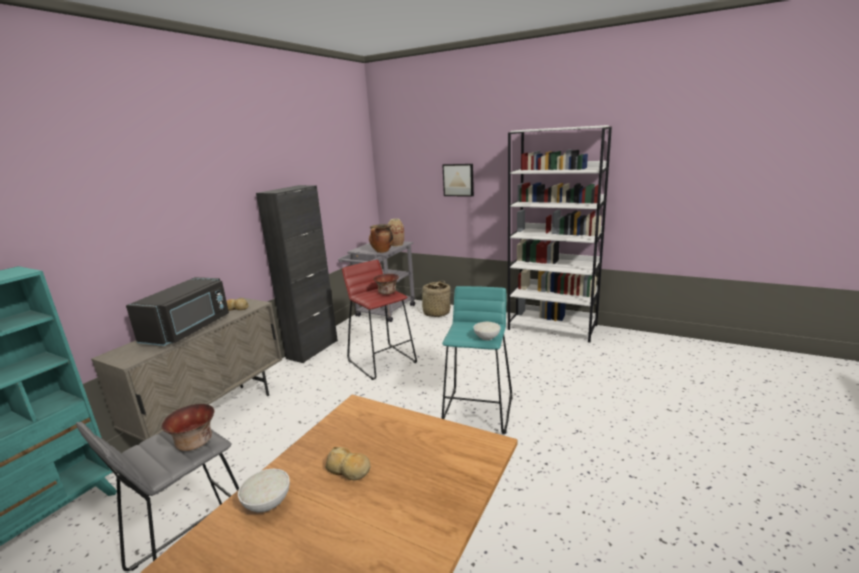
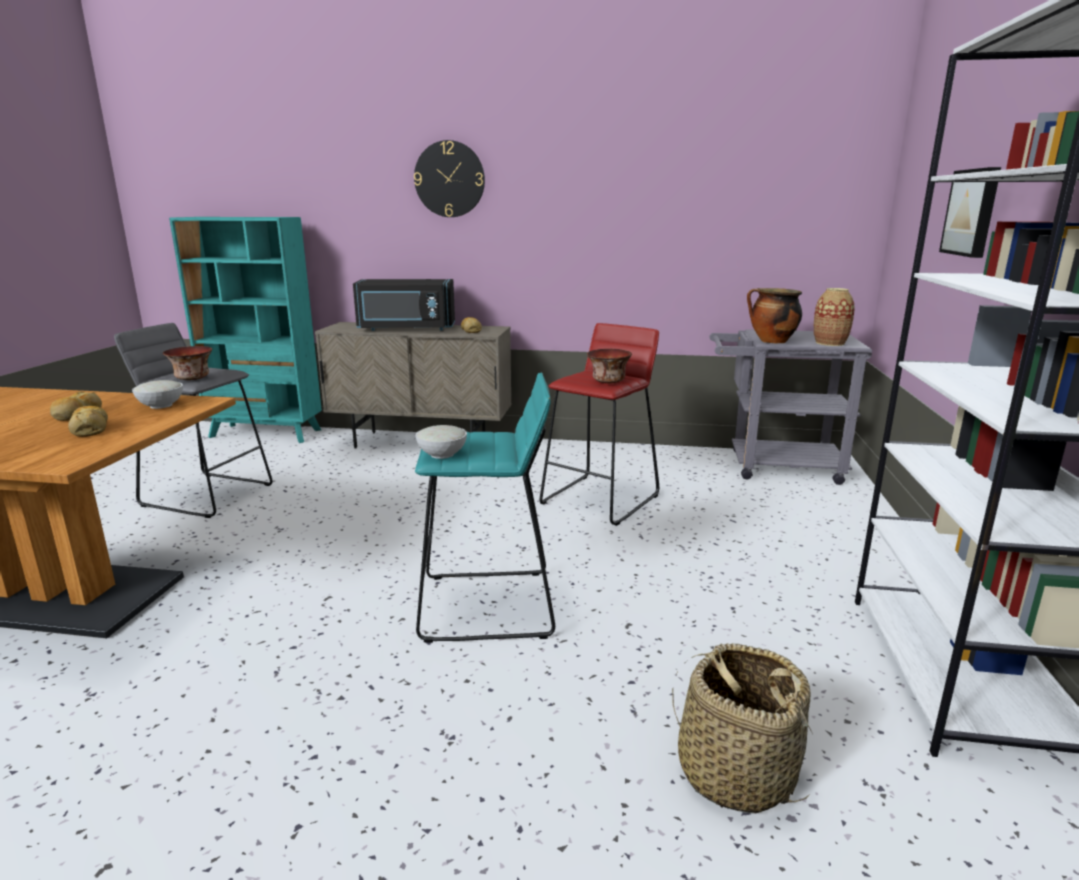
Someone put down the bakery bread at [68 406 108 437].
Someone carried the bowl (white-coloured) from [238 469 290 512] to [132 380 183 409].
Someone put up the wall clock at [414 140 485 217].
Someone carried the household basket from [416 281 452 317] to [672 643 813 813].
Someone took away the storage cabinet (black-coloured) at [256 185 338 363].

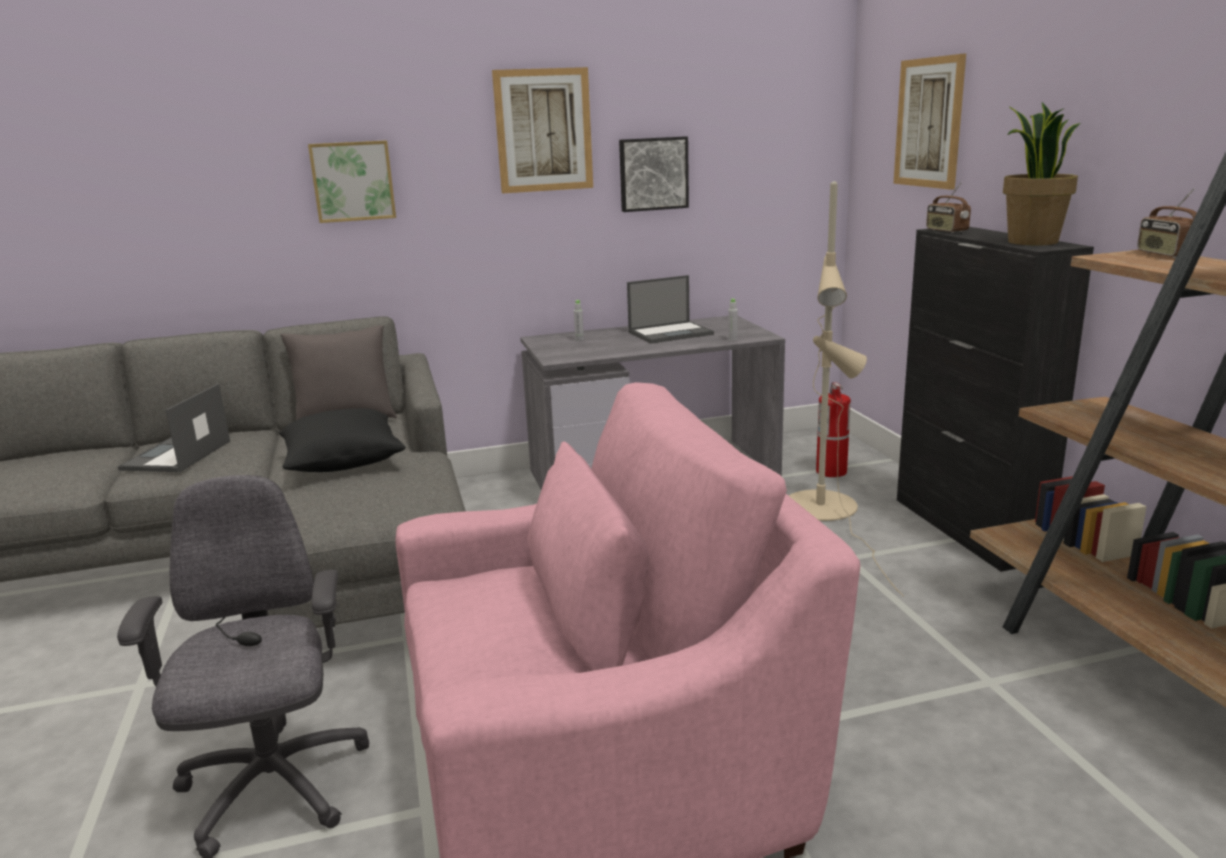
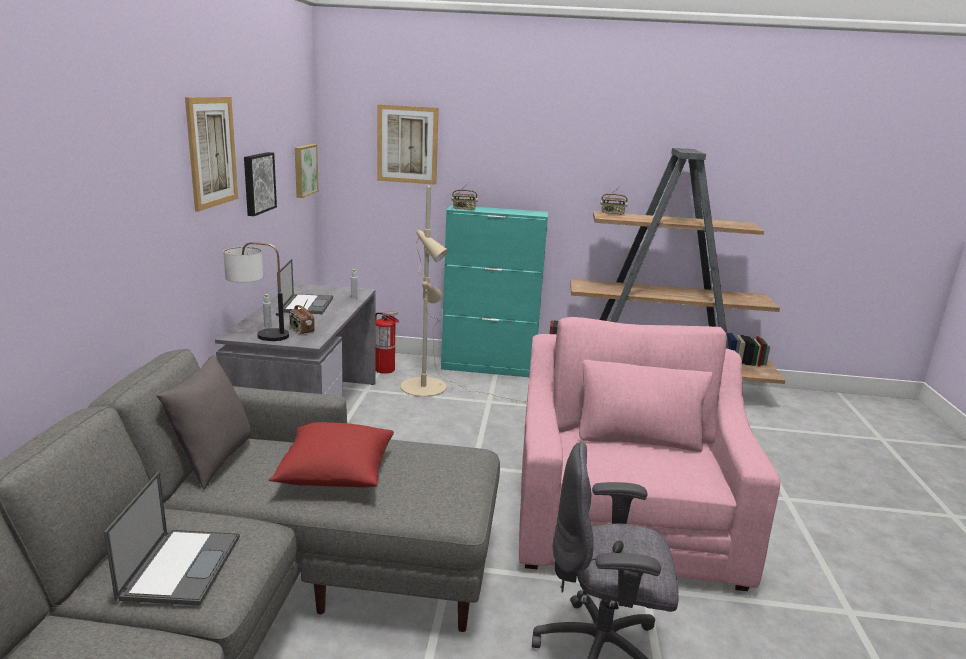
Someone rotated the portable computer at [118 384 230 472] by 120 degrees counterclockwise.
Someone put down the table lamp at [223 242 289 341].
Someone repainted the throw pillow (black-coloured) at [279 408 405 472], which became the throw pillow (red) at [269 422 394 487].
Someone put down the radio set at [289 299 315 334].
Someone carried the picture from [308 140 396 223] to [295 144 319 198].
Someone repainted the storage cabinet (black-coloured) at [897 227 1094 572], which became the storage cabinet (blue-green) at [441 205 548 377].
Someone took away the potted plant at [1003 102 1081 245].

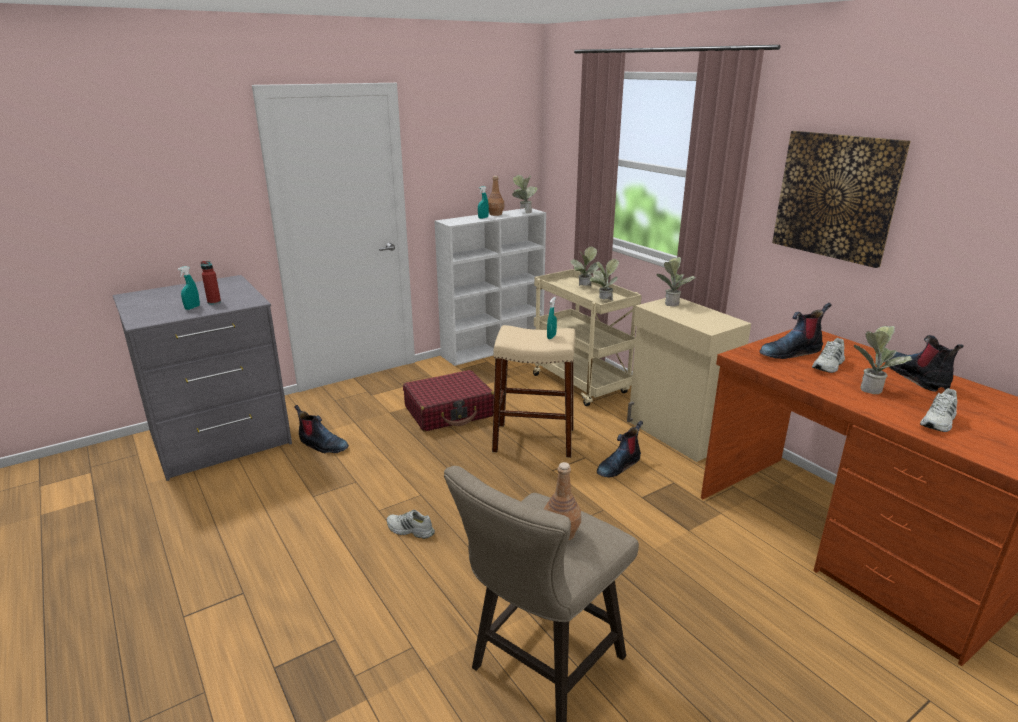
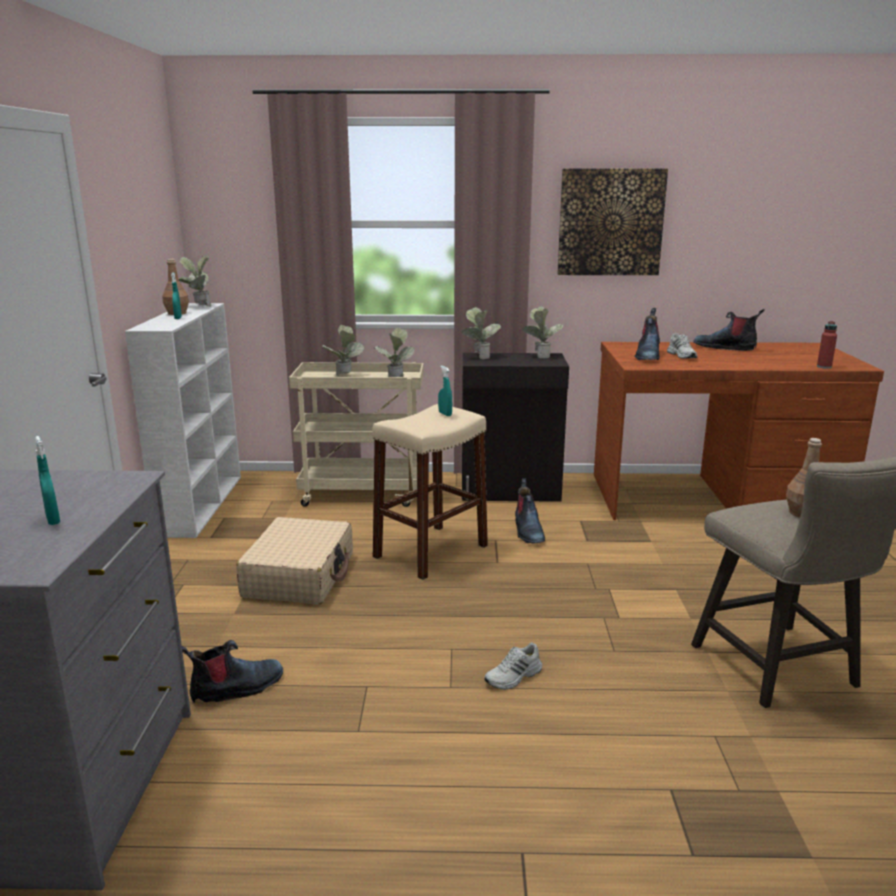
Someone repainted the travel case (red) at [403 370 494 431], which became the travel case (sand-coloured) at [236 517 353 605].
Someone repainted the storage cabinet (sand-coloured) at [627 298 751 462], which became the storage cabinet (black-coloured) at [462 353 569 502].
Someone carried the potted plant from [854 326 913 394] to [522 306 563 359].
Someone carried the beverage bottle (red) from [201 261 221 305] to [817 321 837 369].
Someone took away the low shoe (white-coloured) at [920 388 957 432].

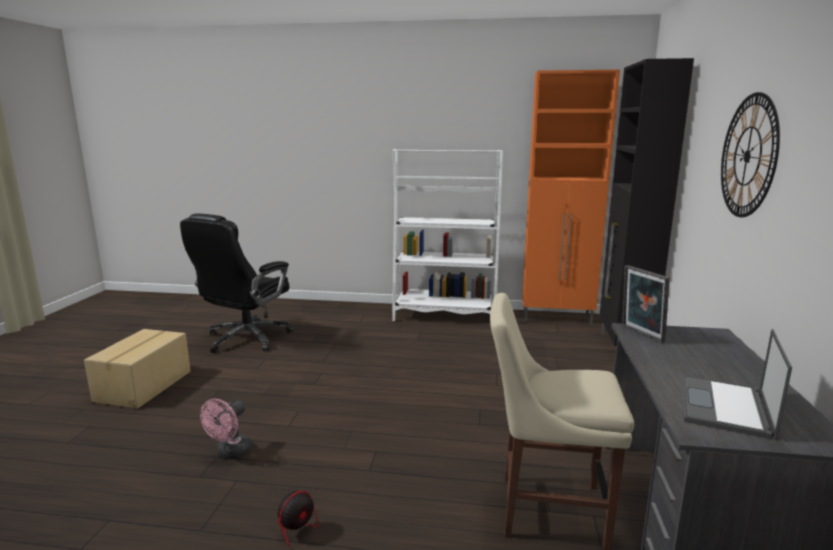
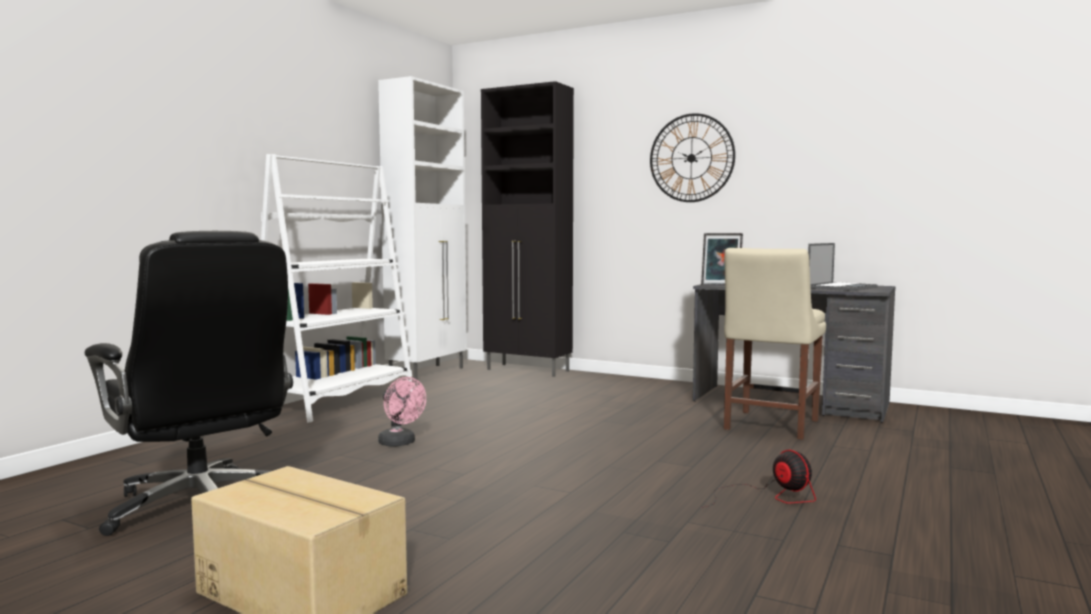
Someone repainted the storage cabinet (orange) at [522 70 620 325], which became the storage cabinet (white-coloured) at [378 76 467 382].
Someone carried the electric fan (pinkish) from [200 399 253 459] to [378 377 426 447].
Someone rotated the portable computer at [682 329 792 440] by 90 degrees counterclockwise.

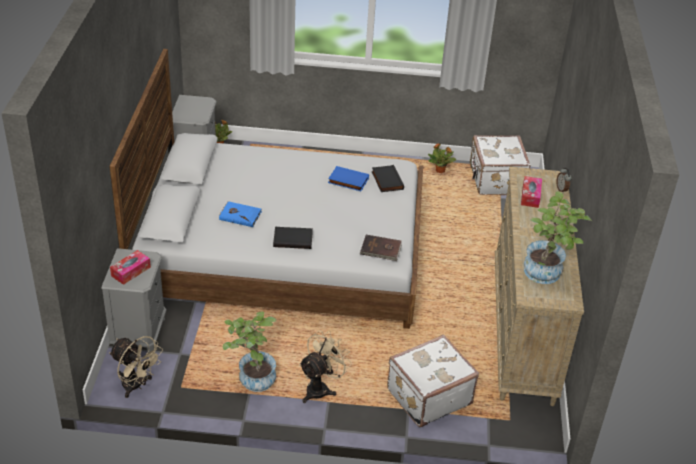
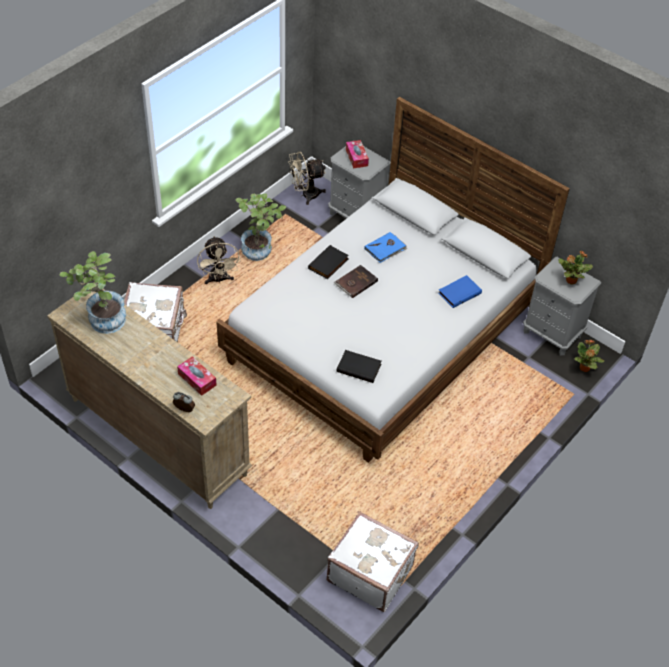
Someone carried the bound book (brownish) from [360 235 402 261] to [334 265 378 298].
Someone carried the bound book (bluish) from [328 166 369 191] to [438 275 482 308].
Someone carried the potted plant from [428 144 456 173] to [559 251 593 285].

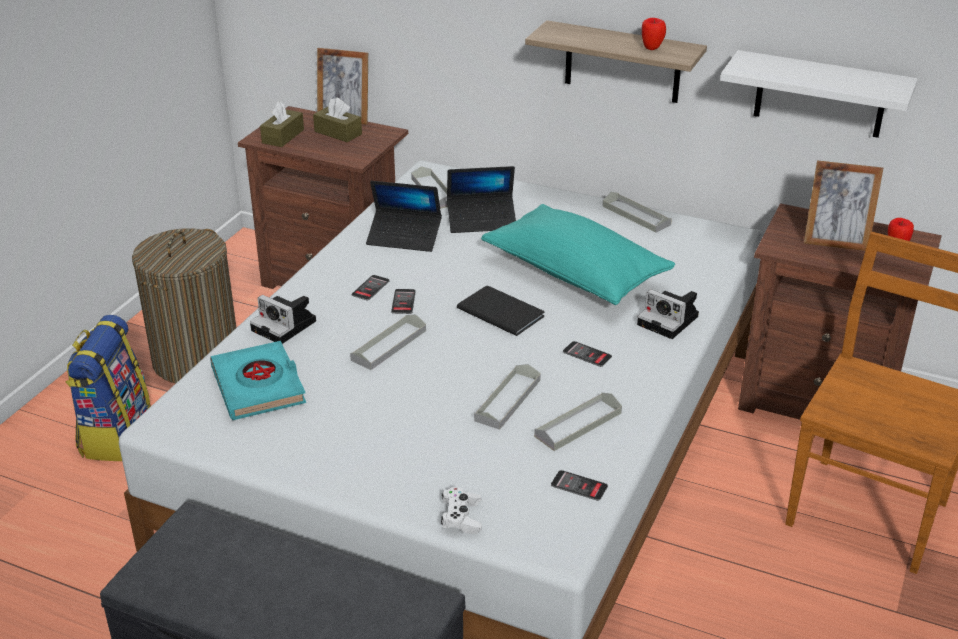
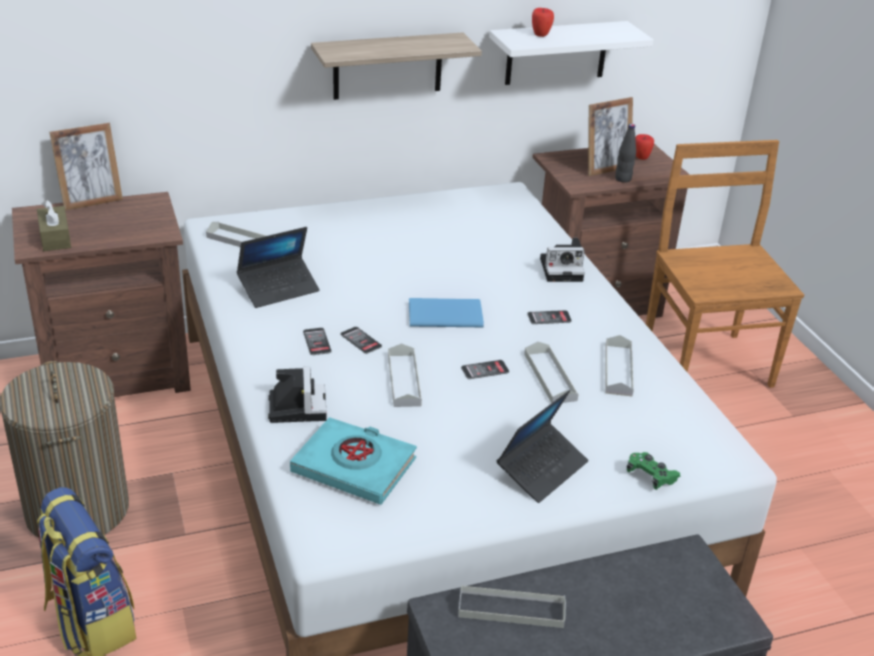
Someone rotated the photo camera at [250 295 316 344] by 90 degrees counterclockwise.
Someone repainted the bound book (black-coloured) at [457 286 544 336], which became the bound book (bluish) at [409 298 484 327].
Someone carried the carrying tray (grey) from [602 192 672 233] to [458 585 566 628].
Someone carried the phone from [551 470 608 501] to [461 360 509 379].
Someone carried the portable computer from [447 166 516 233] to [497 390 588 503].
Someone carried the apple fruit from [642 18 666 50] to [532 8 554 37].
Someone put down the beverage bottle (black-coloured) at [615 124 636 183].
Someone repainted the game controller (white-coloured) at [441 487 482 534], which became the game controller (green) at [626 452 681 490].
Someone took away the box of tissues (brownish) at [313 98 362 142].
Someone took away the throw pillow (blue-green) at [481 204 675 305].

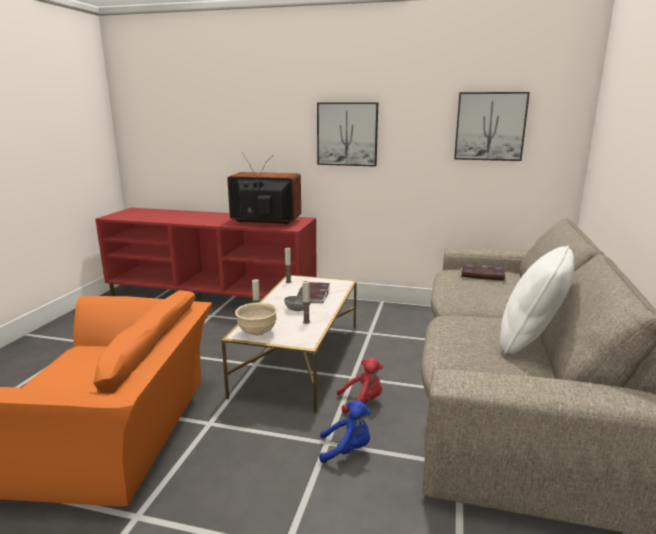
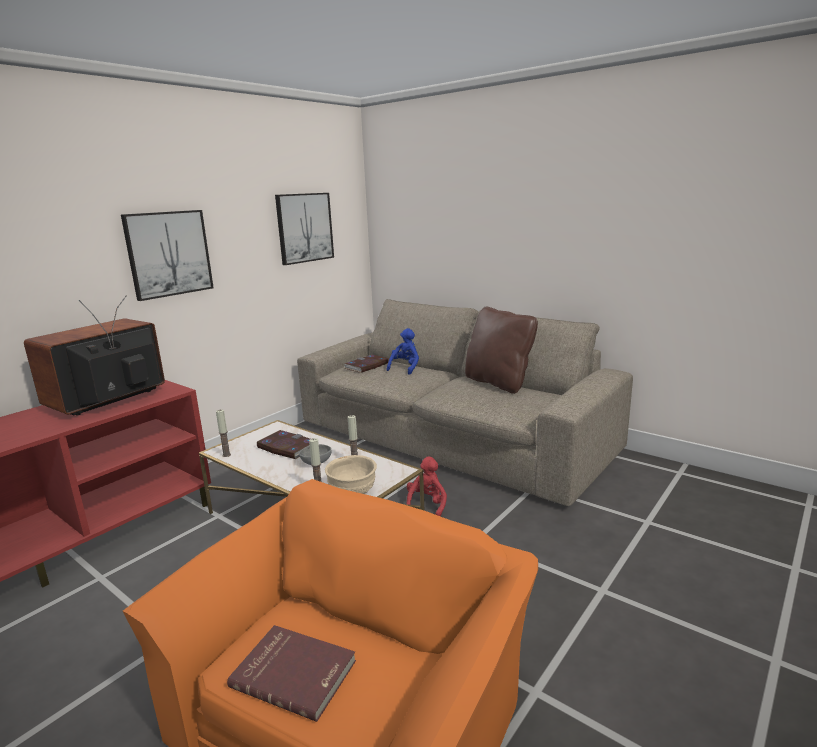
Someone put down the bound book (red) at [227 625 356 722].
Someone carried the plush toy (bluish) from [319 401 371 463] to [387 328 419 375].
Someone repainted the throw pillow (white-coloured) at [500 246 574 354], which became the throw pillow (brownish) at [465 307 538 394].

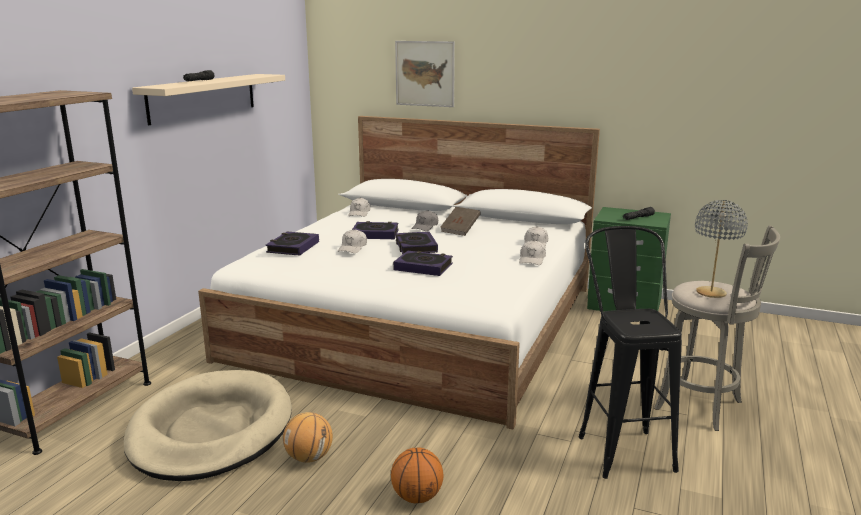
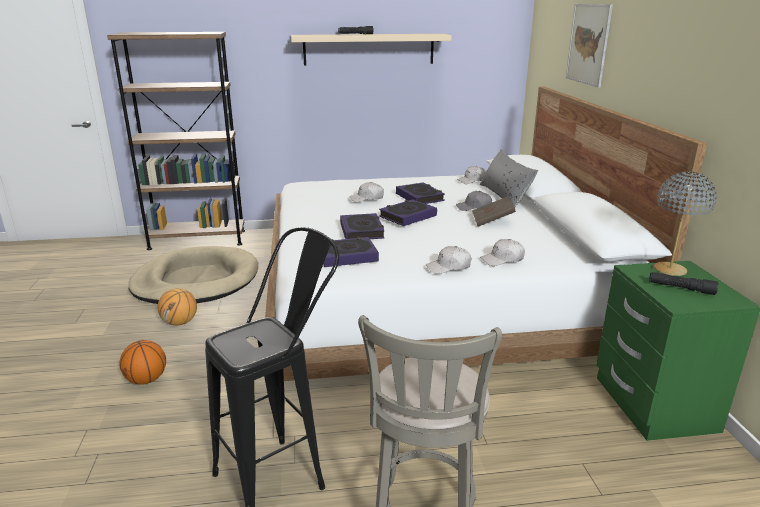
Someone carried the bound book from [266 232 319 256] to [323 237 379 267].
Someone put down the throw pillow (grey) at [480 150 538 208].
Someone carried the table lamp (grey) from [695 200 748 298] to [654 171 717 276].

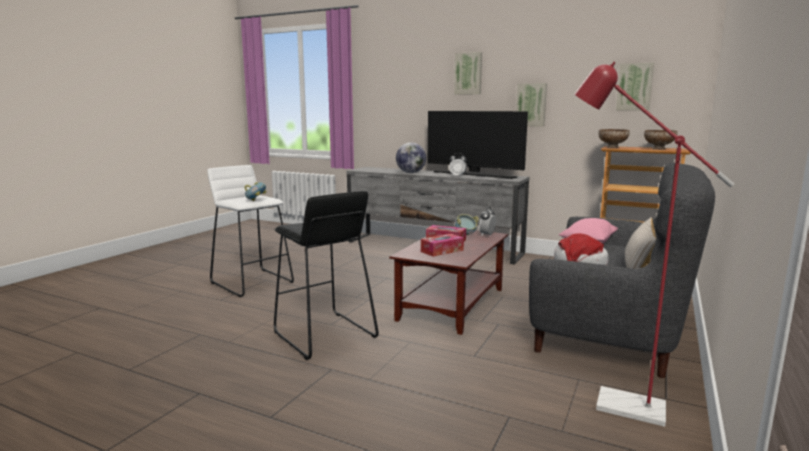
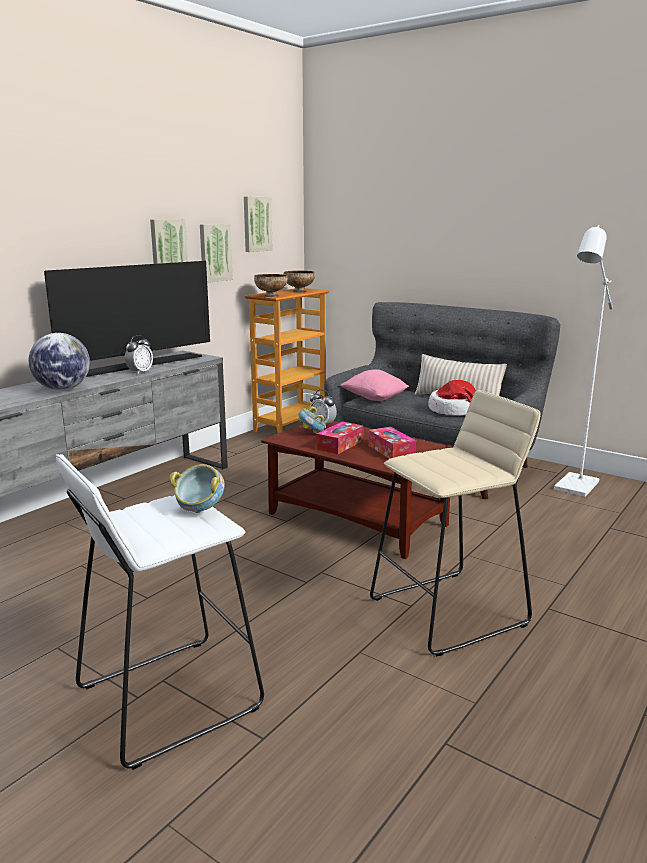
Someone carried the picture from [454 52 482 95] to [200 224 233 283].
Someone repainted the stool (black-coloured) at [274 191 379 360], which became the stool (sand-coloured) at [370 390 541 656].
Someone repainted the standing lamp (red) at [575 62 734 427], which became the standing lamp (white-coloured) at [554 225 613 497].

